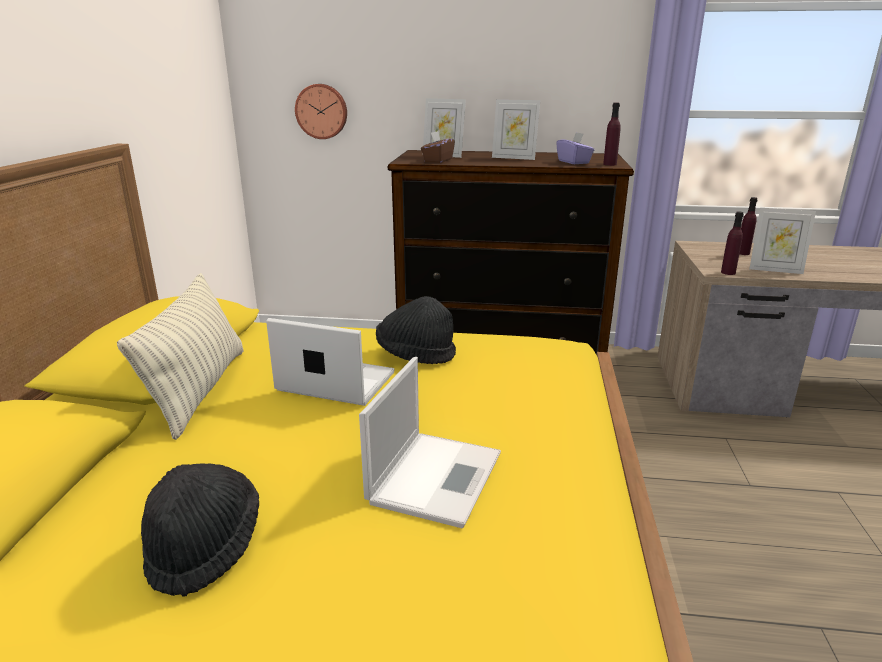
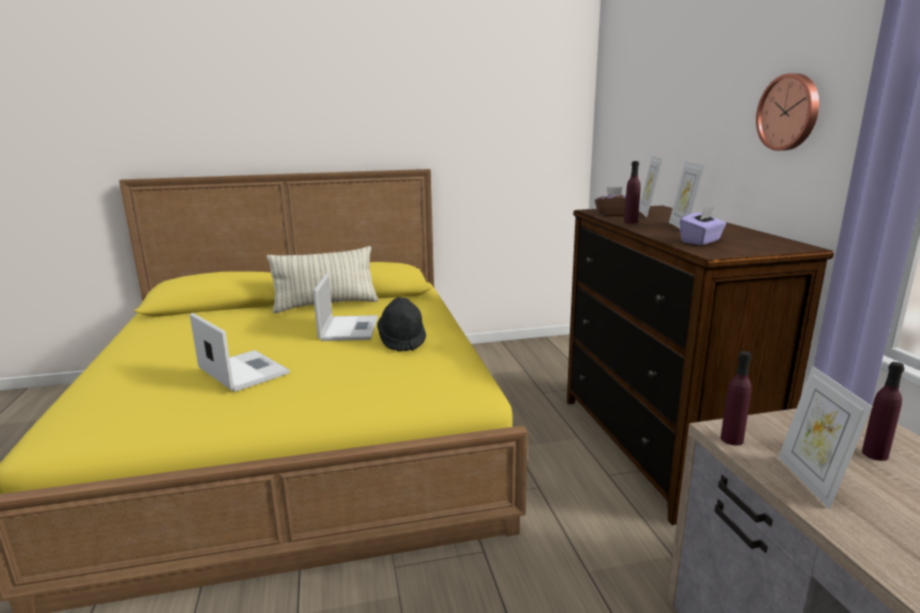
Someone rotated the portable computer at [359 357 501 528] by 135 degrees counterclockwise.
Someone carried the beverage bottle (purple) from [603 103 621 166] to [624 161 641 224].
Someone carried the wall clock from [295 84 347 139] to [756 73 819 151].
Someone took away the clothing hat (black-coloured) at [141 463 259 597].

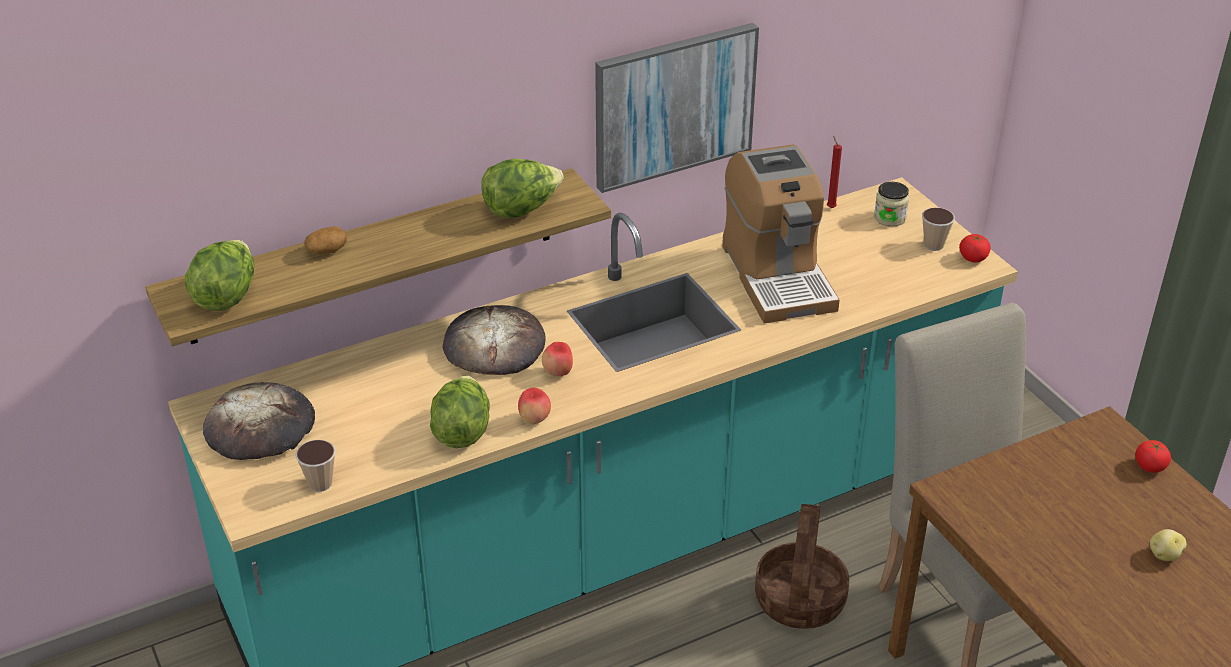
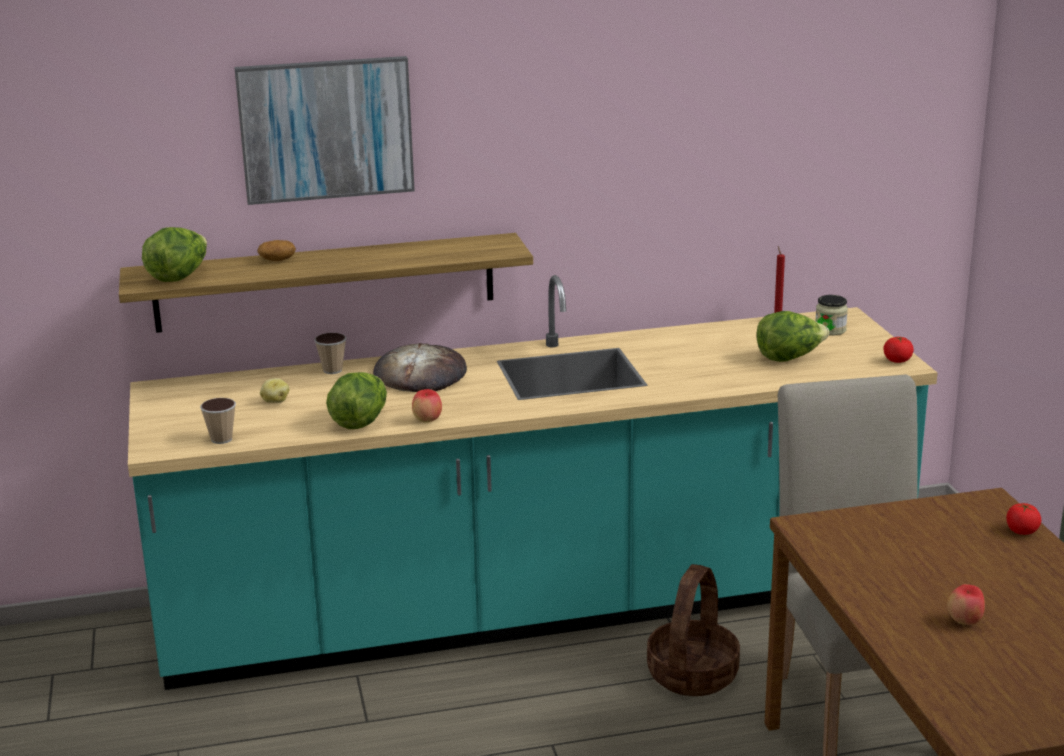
Someone carried the picture from [595 23 759 193] to [234 56 415 205].
Someone carried the potato from [1150 529 1186 561] to [260 378 289 403].
Someone carried the cup from [922 207 955 251] to [314 333 346 374].
Someone carried the lettuce head from [481 159 564 218] to [757 311 829 362].
Someone carried the apple fruit from [542 342 573 376] to [947 584 985 625].
Someone took away the bakery bread at [203 382 315 460].
Someone took away the coffee maker at [722 145 840 324].

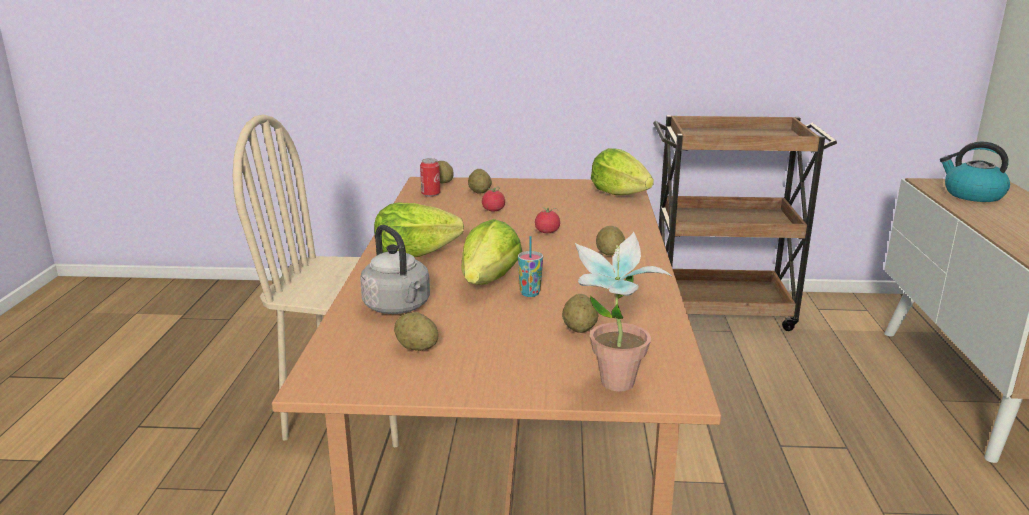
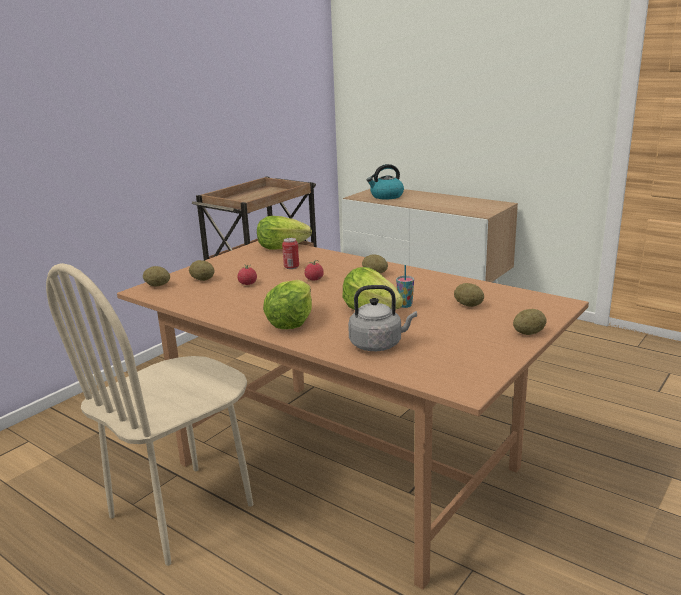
Someone carried the can from [420 158 440 197] to [282 238 299 269].
Someone carried the potato from [394 312 438 351] to [513 309 547 335].
Someone took away the potted plant at [575 232 671 391].

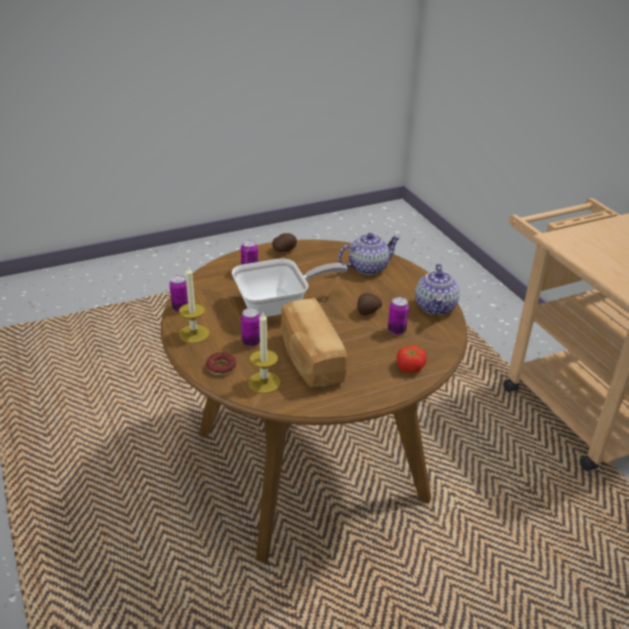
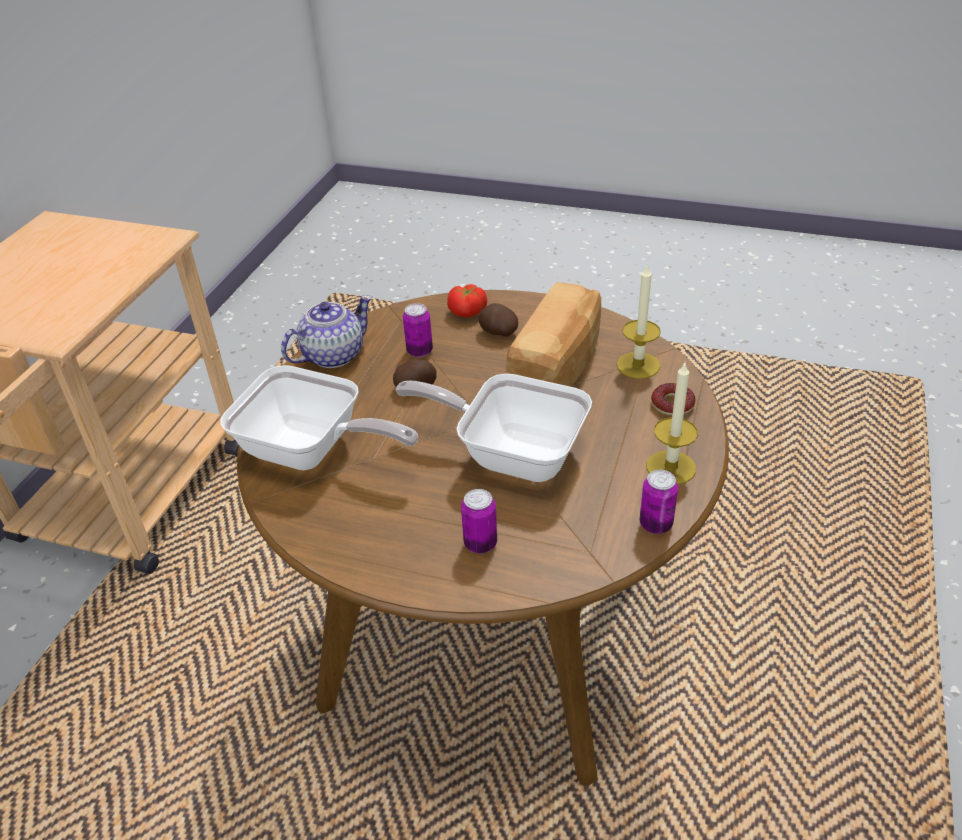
Someone swapped the tea pot at [338 233 401 275] for the frying pan at [220 365 418 470].
Someone carried the potato from [272 233 297 252] to [479 303 518 336].
Someone took away the can at [241 308 260 347].

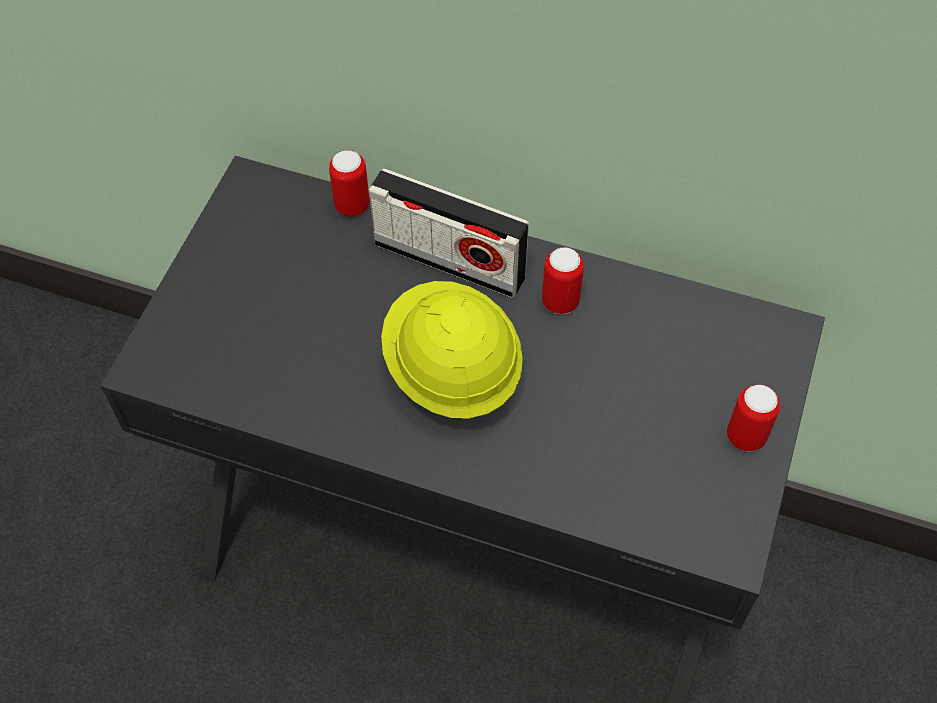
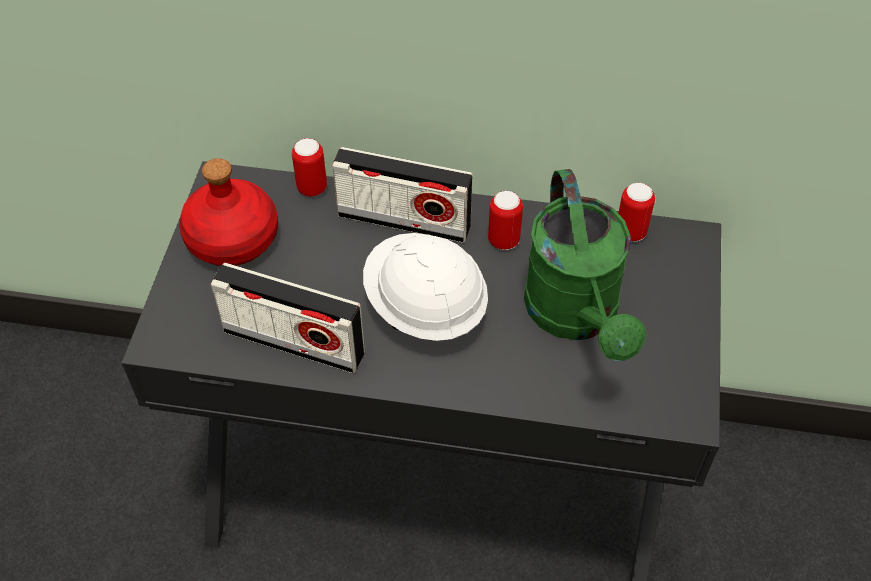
Someone put down the beverage bottle (red) at [179 158 278 266].
Someone put down the radio set at [211 263 365 373].
Someone repainted the safety helmet (yellow) at [381 281 523 419], which became the safety helmet (white-coloured) at [363 233 488 341].
Someone put down the watering can (green) at [524 169 646 361].
Someone carried the can from [727 385 780 452] to [618 183 655 242].

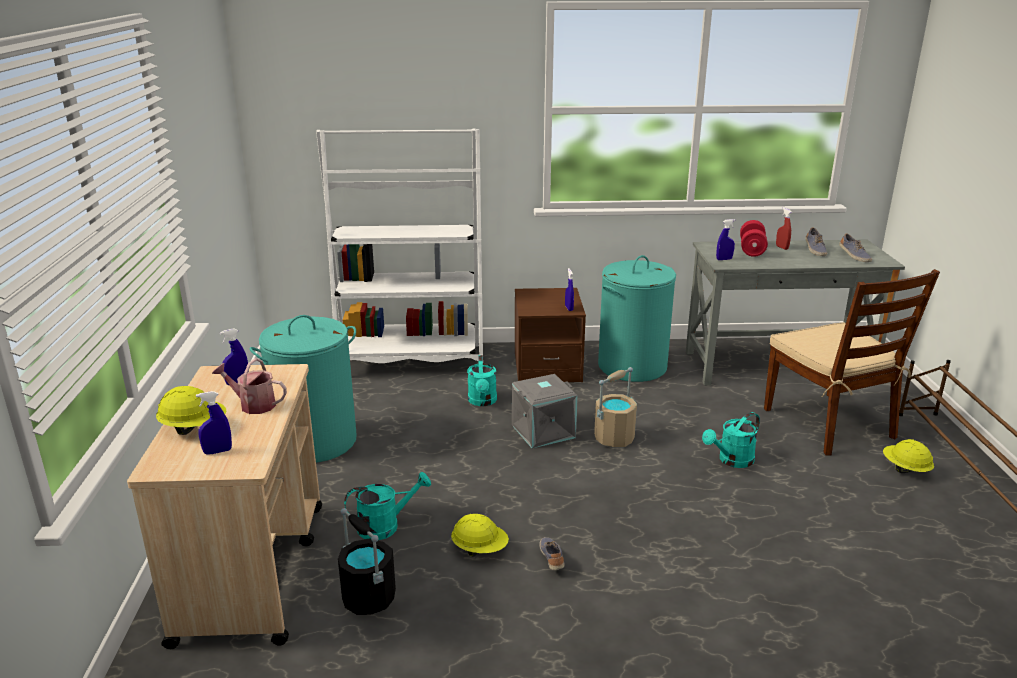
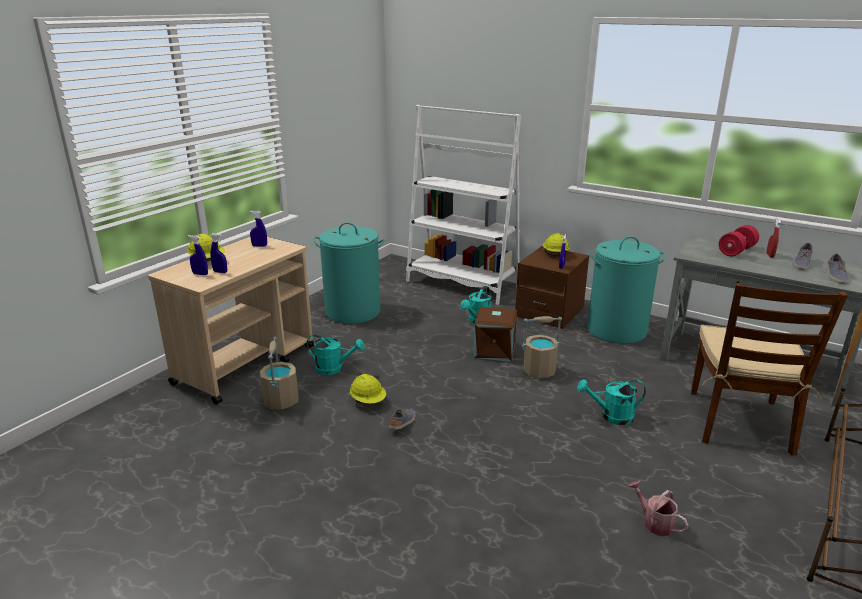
Someone carried the hand sprayer (bluish) from [716 219 736 260] to [210 233 227 273].
Someone repainted the pail (black-coloured) at [338 508 396 615], which became the pail (sand-coloured) at [260 337 299 410].
Someone repainted the storage box (grey) at [512 374 578 448], which became the storage box (brownish) at [474 307 518 362].
Someone carried the safety helmet (yellow) from [883 439 934 473] to [543 233 570 256].
Someone carried the watering can from [212 358 287 414] to [628 480 689 536].

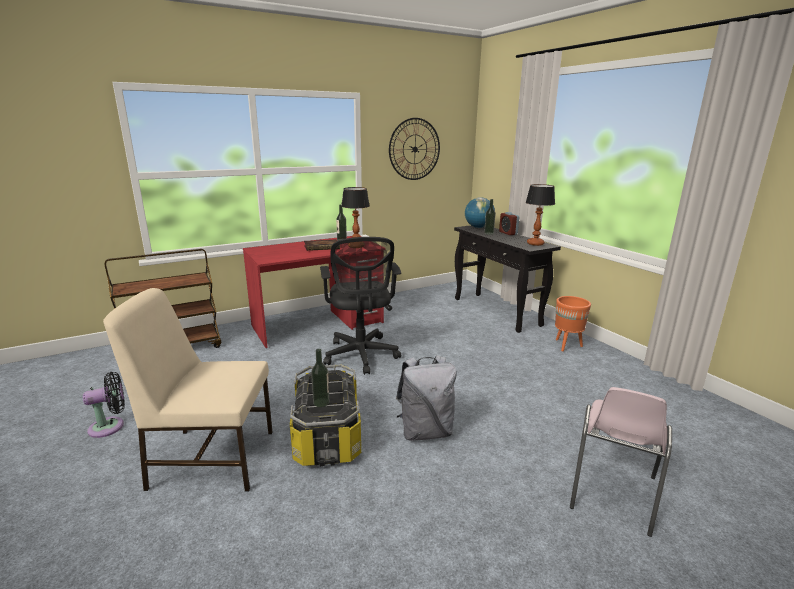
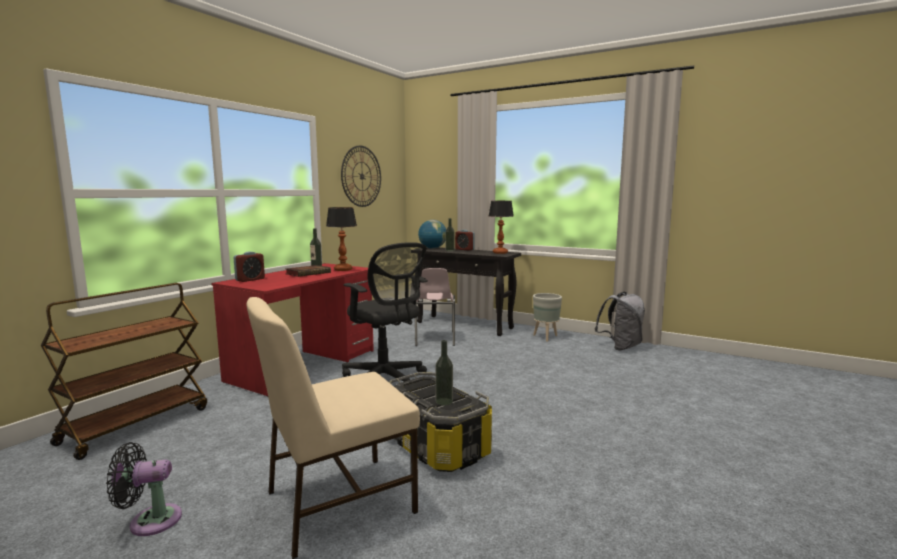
Someone rotated the electric fan (black-coloured) at [83 372 125 438] by 135 degrees counterclockwise.
Someone put down the bedside clock at [233 252 265 282].
Someone carried the upright chair (pinkish) from [570 387 672 537] to [415 268 455 346].
Someone repainted the plant pot (orange) at [555 296 591 352], which became the plant pot (grey) at [533 293 562 342].
Someone carried the knapsack (grey) from [396 355 457 441] to [595 292 645 350].

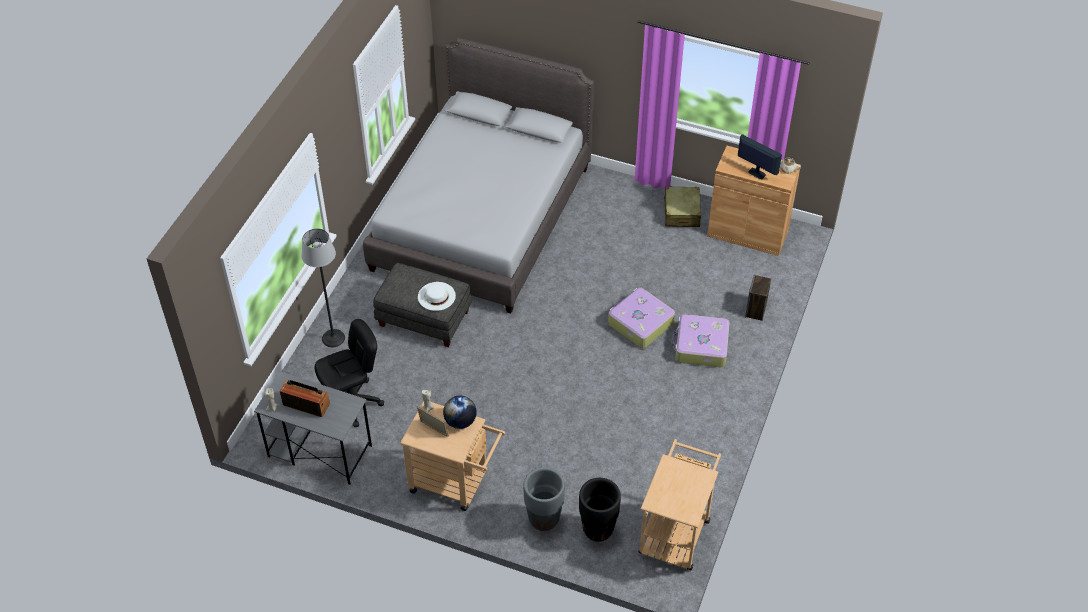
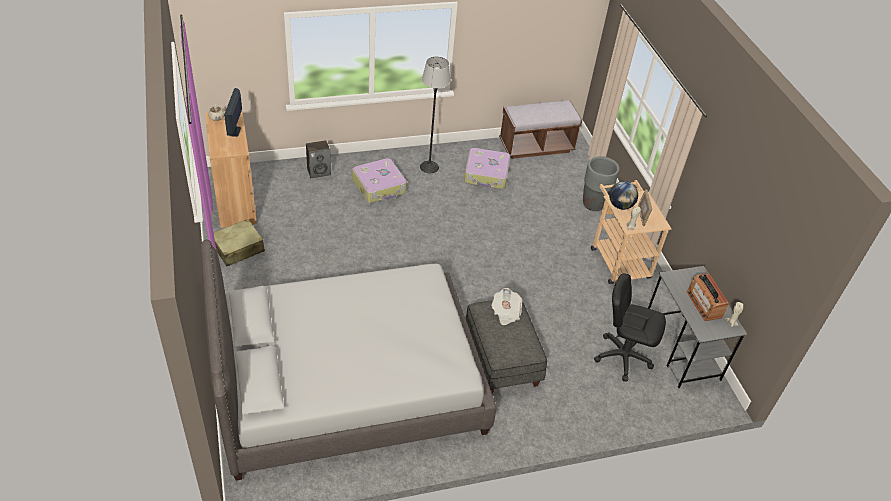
Someone carried the standing lamp from [301 228 345 347] to [420 57 451 173].
Someone carried the travel case from [608 287 675 348] to [464 148 510 189].
Someone swapped the clothing hat (white-coloured) at [418 282 456 311] for the printed paper at [491 288 522 325].
Someone swapped the wheeled cart (sand-coloured) at [639 439 721 570] for the indoor bench (brownish) at [499 100 583 159].
Someone took away the plant pot (black-coloured) at [579 478 621 542].

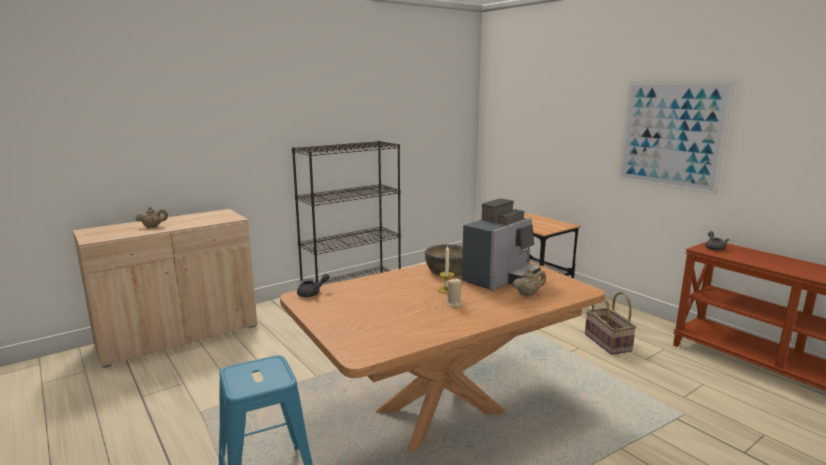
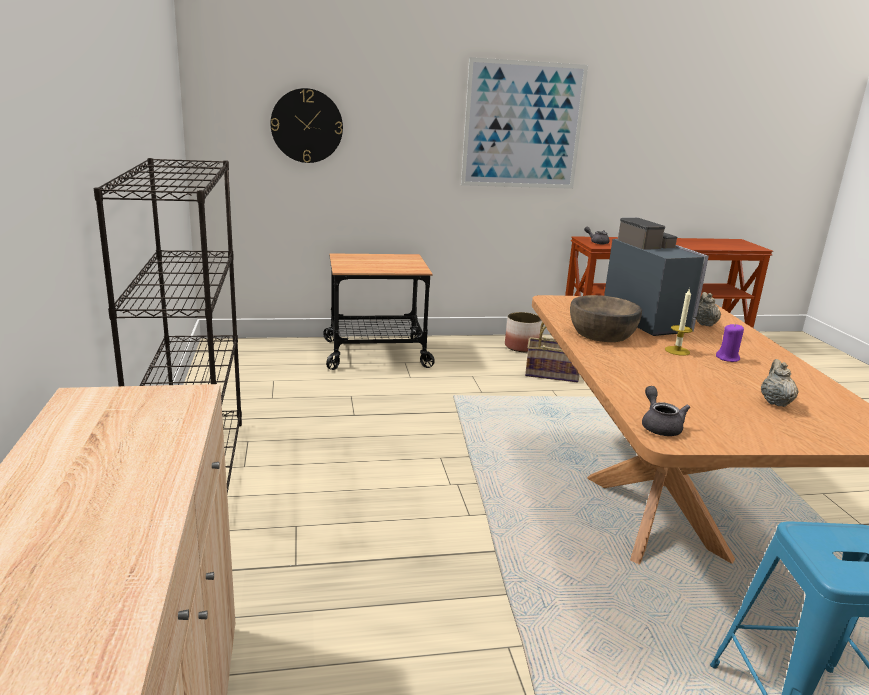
Someone put up the wall clock at [270 88 343 163].
Someone put down the plant pot at [505 312 542 352].
Someone repainted the wax light (sand-coloured) at [446 278 464 307], which became the wax light (purple) at [716 324 744 362].
Someone carried the tea pot (sand-coloured) from [135 207 168 228] to [761 359 799 407].

